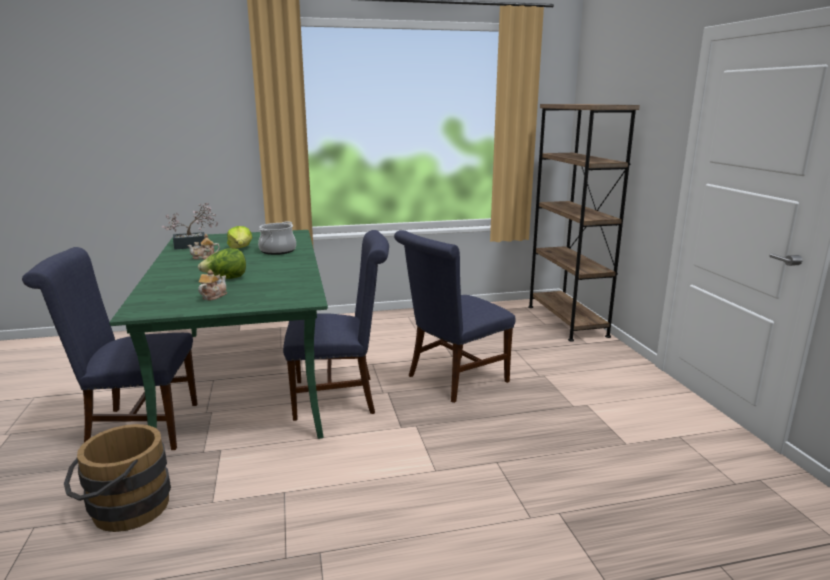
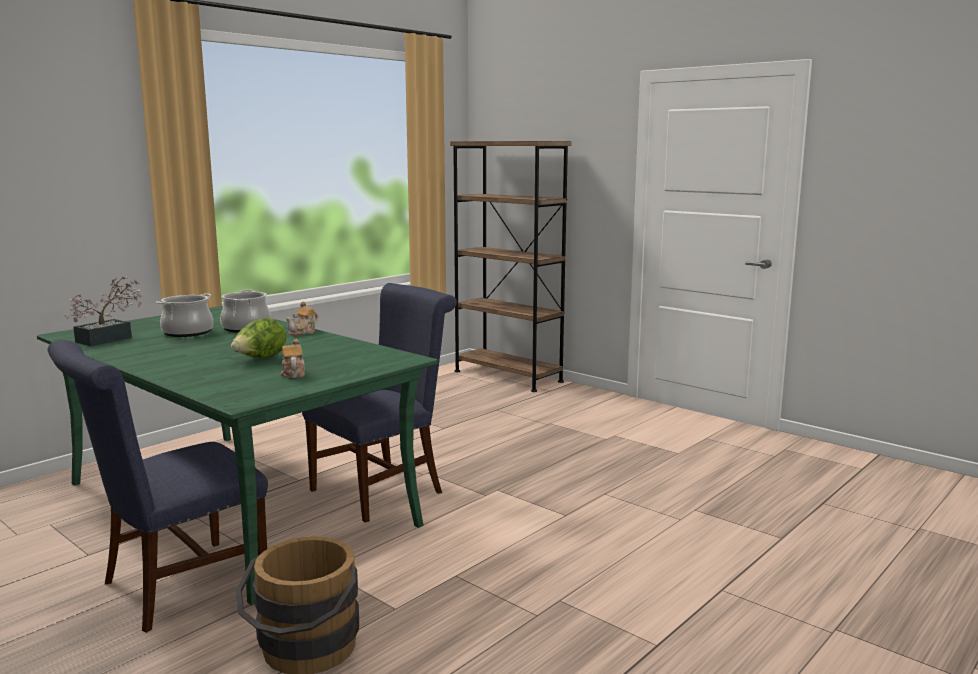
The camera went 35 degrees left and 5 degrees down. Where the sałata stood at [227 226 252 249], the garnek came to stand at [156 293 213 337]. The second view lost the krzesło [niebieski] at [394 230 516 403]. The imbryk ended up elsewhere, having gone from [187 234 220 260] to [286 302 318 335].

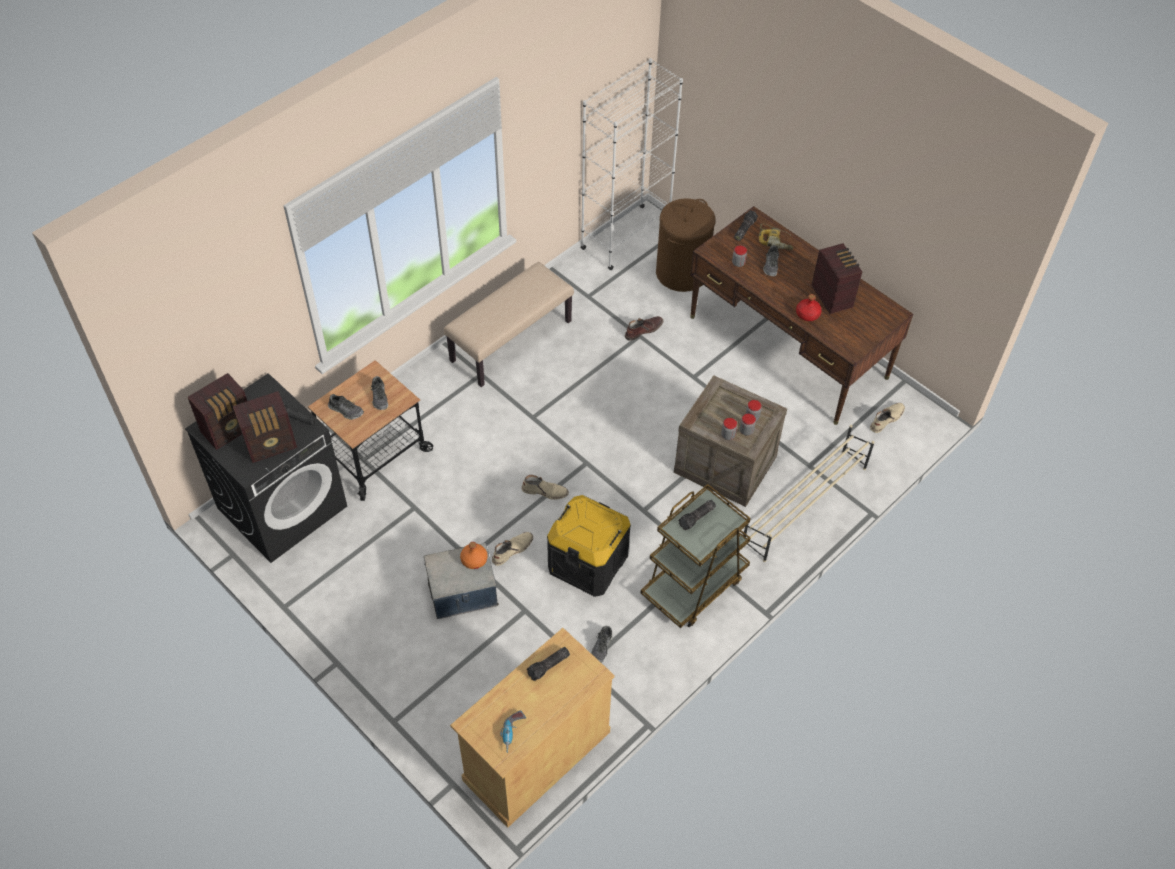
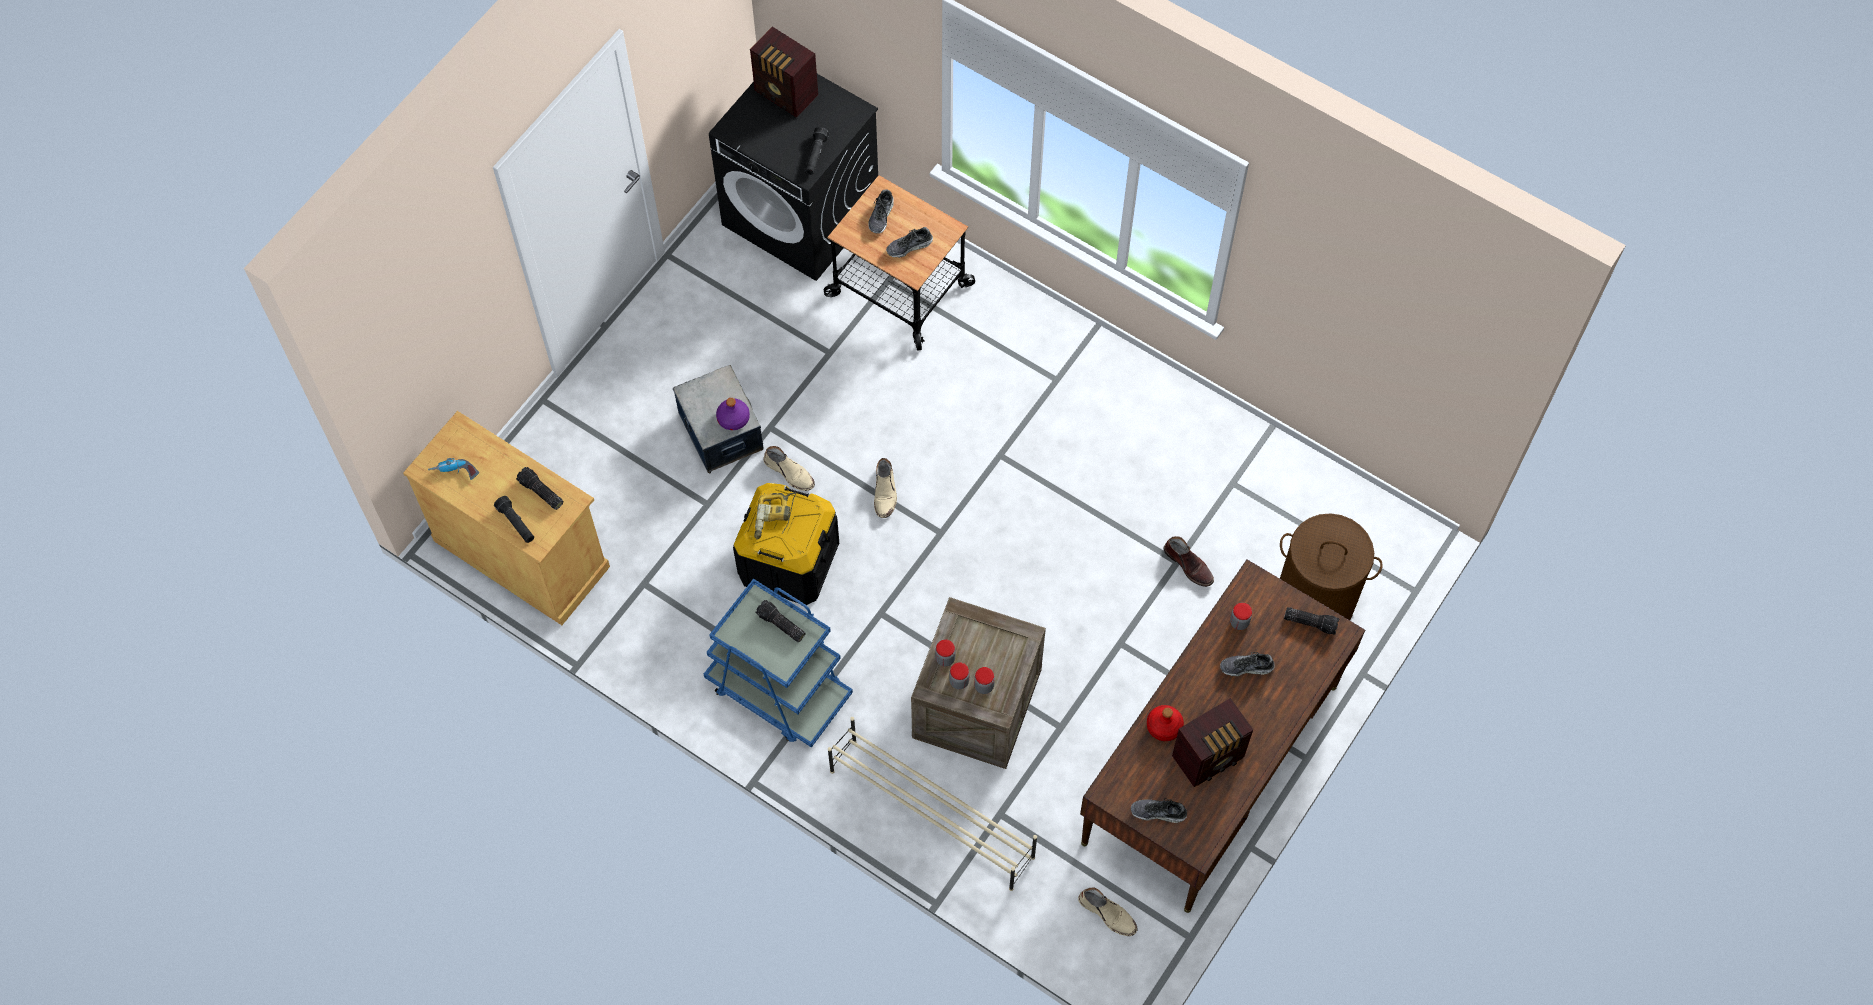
The camera went 80 degrees right and 10 degrees up. The second view lost the regał [biały] at [581 58 683 270]. The wiertarka ended up elsewhere, having gone from [759 223 793 250] to [754 492 796 539]. The second view lost the ławka [beżowy] at [444 262 574 387]. The second view lost the radio at [233 391 297 463]. What was the wózek [brązowy] at [641 484 751 628] turned into the wózek [niebieski] at [704 579 853 748]. What was the butelka [pomarańczowy] at [460 542 487 569] turned into the butelka [fioletowy] at [716 398 750 430]. The but ended up elsewhere, having gone from [592 626 612 663] to [1131 799 1187 823]. The second view gained the latarka [czarny] at [494 496 534 543].

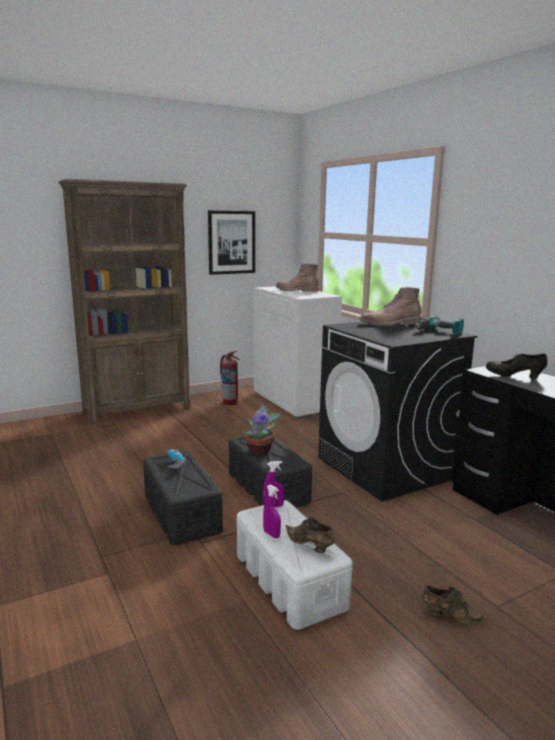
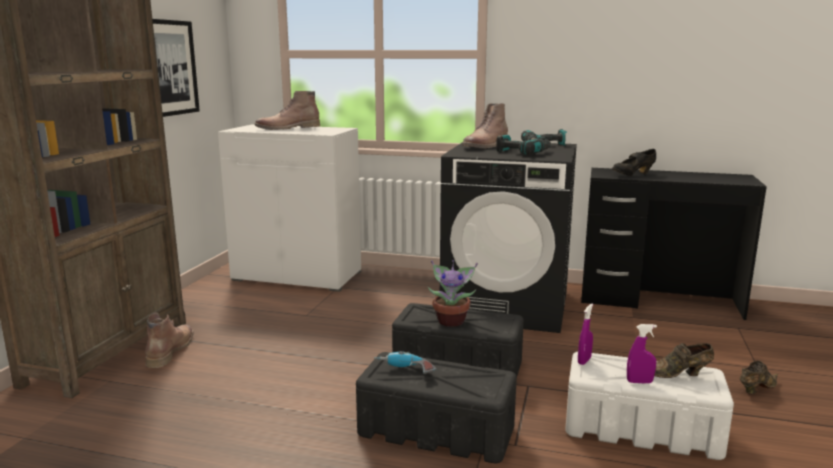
The camera went 45 degrees left and 0 degrees up. The second view lost the gaśnica at [220 351 240 406]. The second view gained the wiertarka at [496 135 551 155]. The second view gained the but z cholewką [brązowy] at [145 312 194 368].

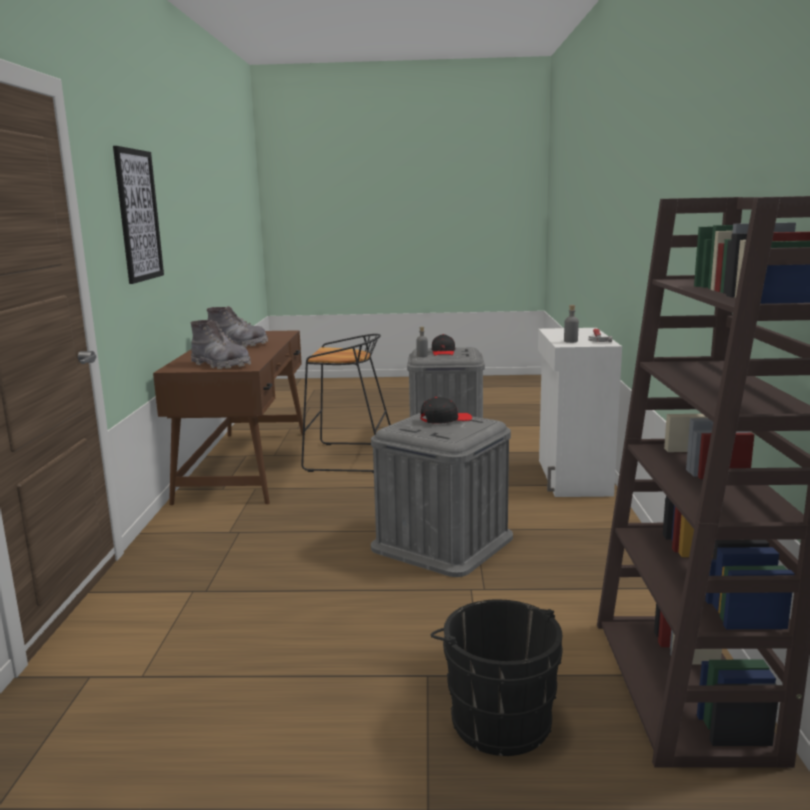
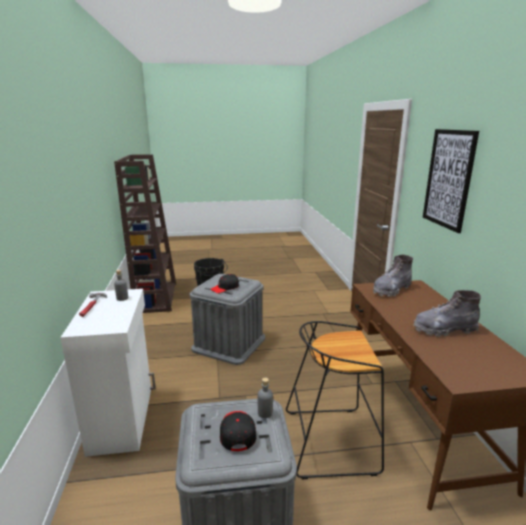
The camera went 170 degrees right and 5 degrees up. The but z cholewką [szary] at [191 320 251 369] ended up facing another way, 60 degrees counterclockwise from before.

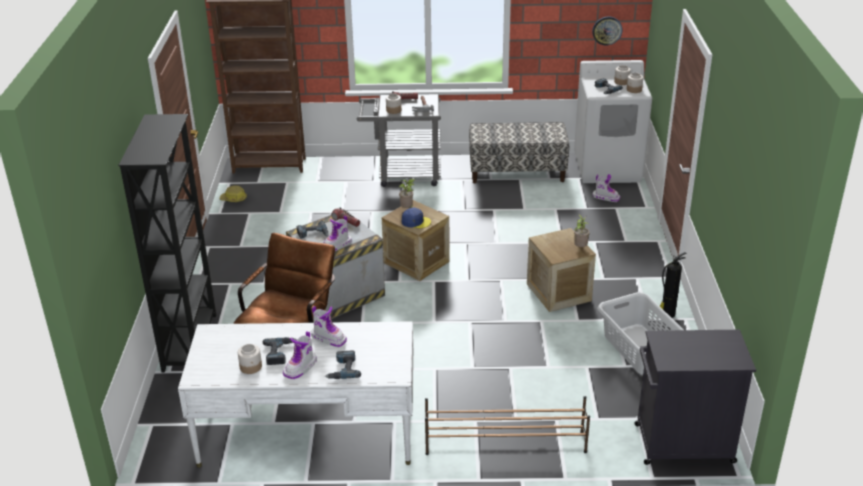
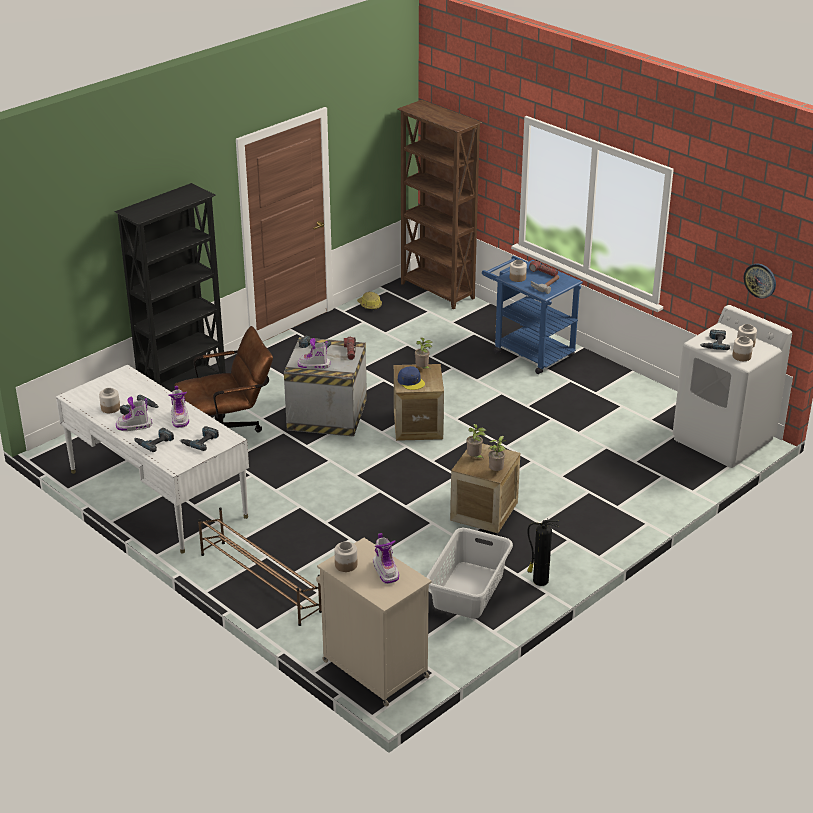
The camera went 45 degrees right and 0 degrees up. What was the wózek [szary] at [357 94 441 187] turned into the wózek [niebieski] at [482 256 583 374]. The second view lost the ławka at [469 122 569 183]. The but z cholewką ended up elsewhere, having gone from [593 174 620 202] to [373 533 399 584]. What was the szafka [czarny] at [635 330 756 465] turned into the szafka [beżowy] at [316 538 431 707]. The second view gained the roślina doniczkowa at [466 424 486 459]. The second view gained the wiertarka at [180 426 219 451]. The second view gained the słoik at [334 541 357 572].

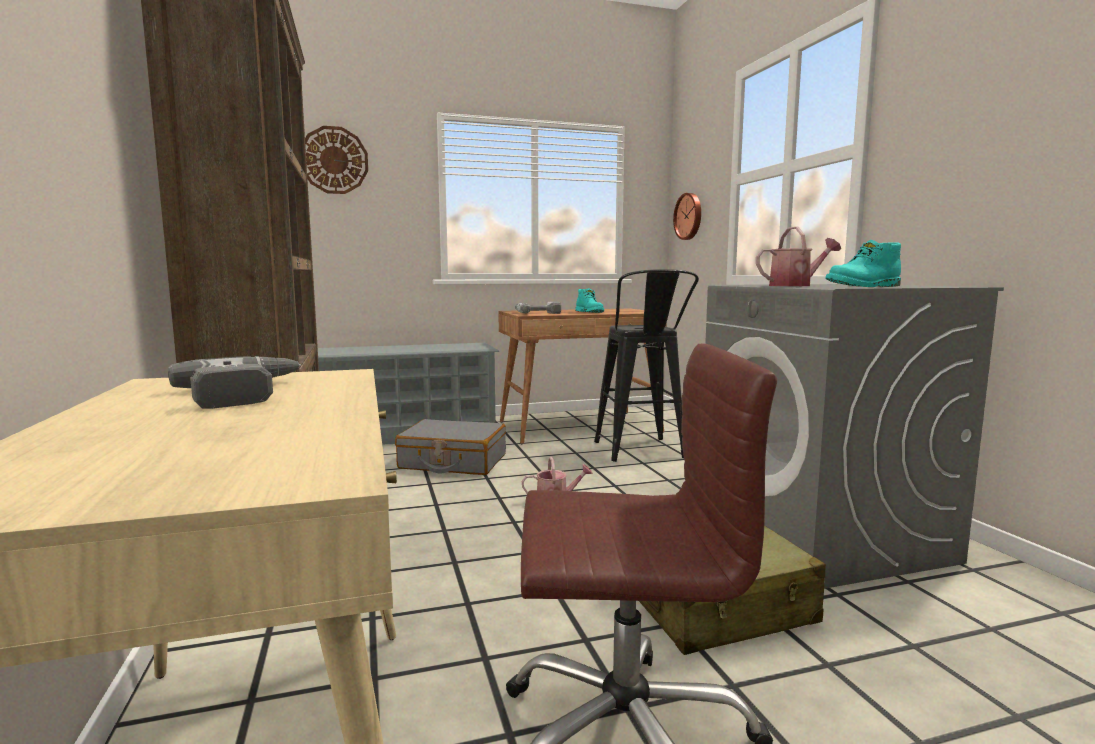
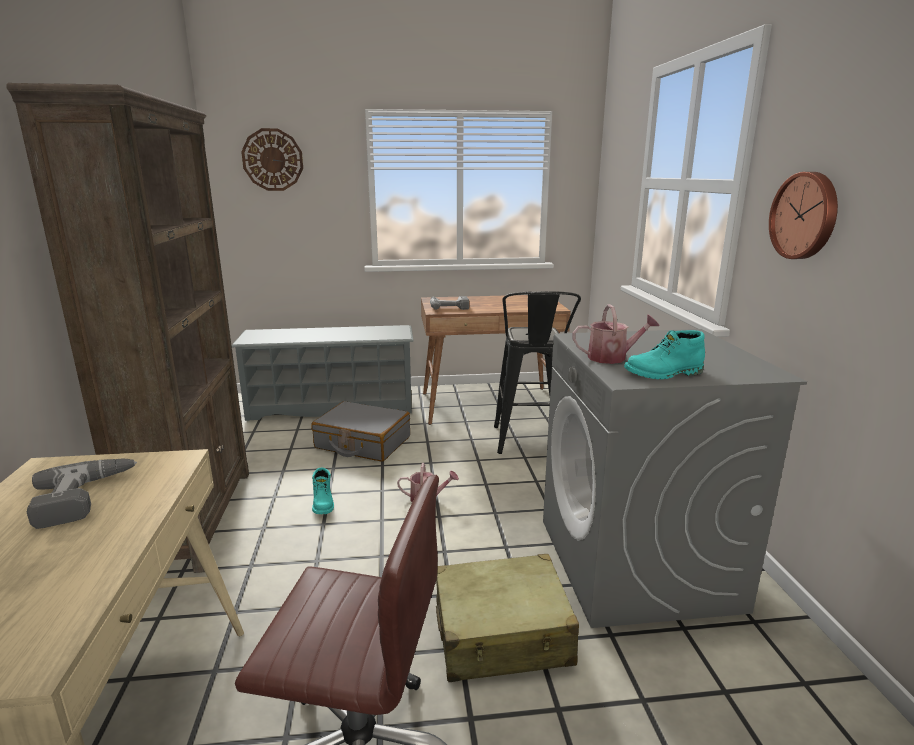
The camera went 10 degrees right and 10 degrees up. The zegar ścienny ended up elsewhere, having gone from [673 193 701 240] to [769 172 838 259]. The but z cholewką [turkusowy] ended up elsewhere, having gone from [575 288 604 313] to [312 468 334 514].

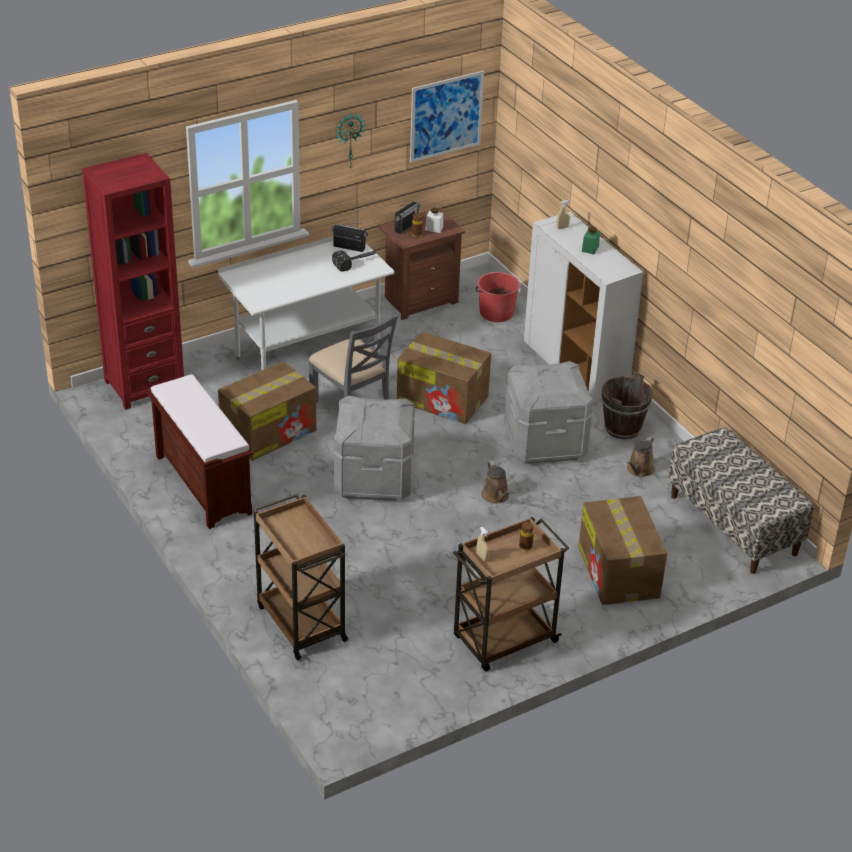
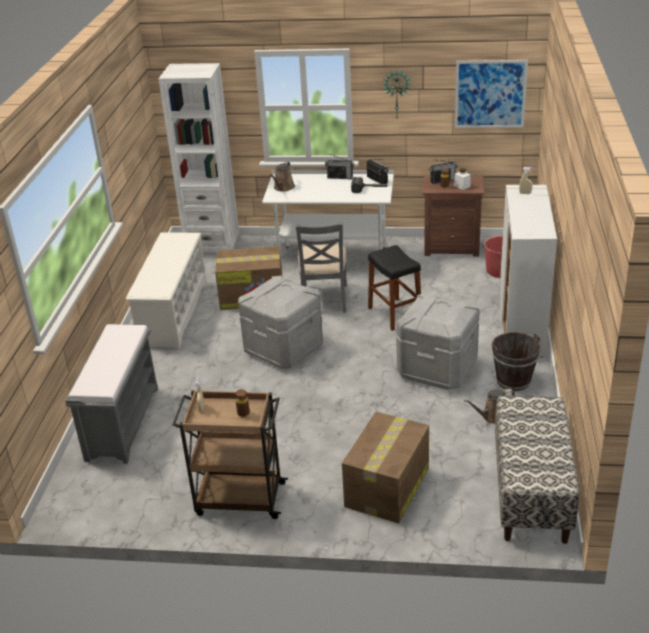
The camera went 40 degrees right and 5 degrees down. What was the regał [czerwony] at [82 153 184 410] turned into the regał [biały] at [159 63 240 252]. The second view lost the słoik [zielony] at [582 227 600 254]. Where the karton stood at [397 331 491 424], the stołek [czarny] came to stand at [368 245 421 331]. Where the ławka [brązowy] stood at [147 374 253 529], the regał na buty [biały] came to stand at [126 232 207 349]. The konewka [brązowy] ended up elsewhere, having gone from [481 461 511 504] to [270 162 295 192]. Where the wózek [brązowy] stood at [254 493 349 660], the ławka [szary] came to stand at [65 324 158 464]. The second view gained the radio at [325 154 354 179].

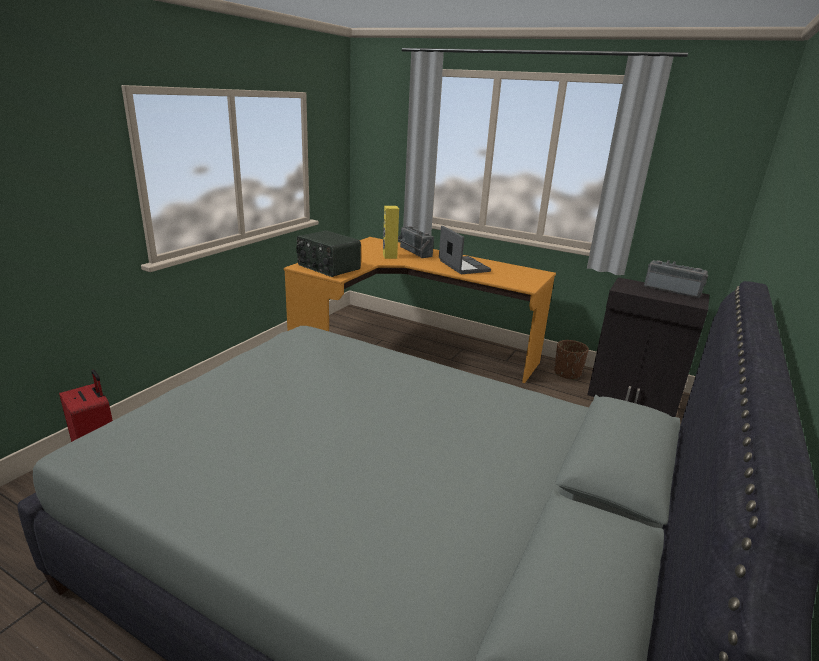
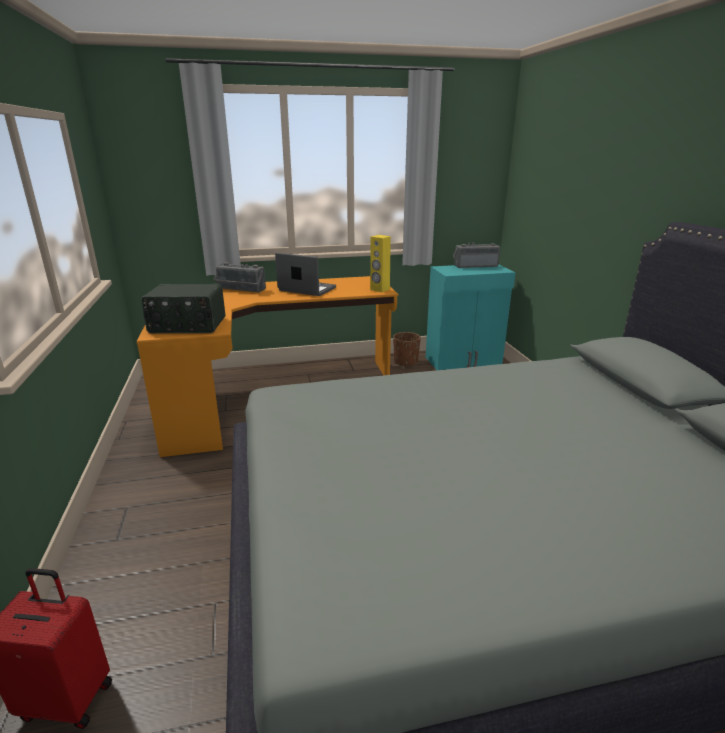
The camera went 40 degrees left and 0 degrees up. The głośnik [żółty] ended up elsewhere, having gone from [383 206 399 259] to [370 235 391 292]. What was the szafka [czarny] at [587 277 709 417] turned into the szafka [turkusowy] at [426 264 516 370].

